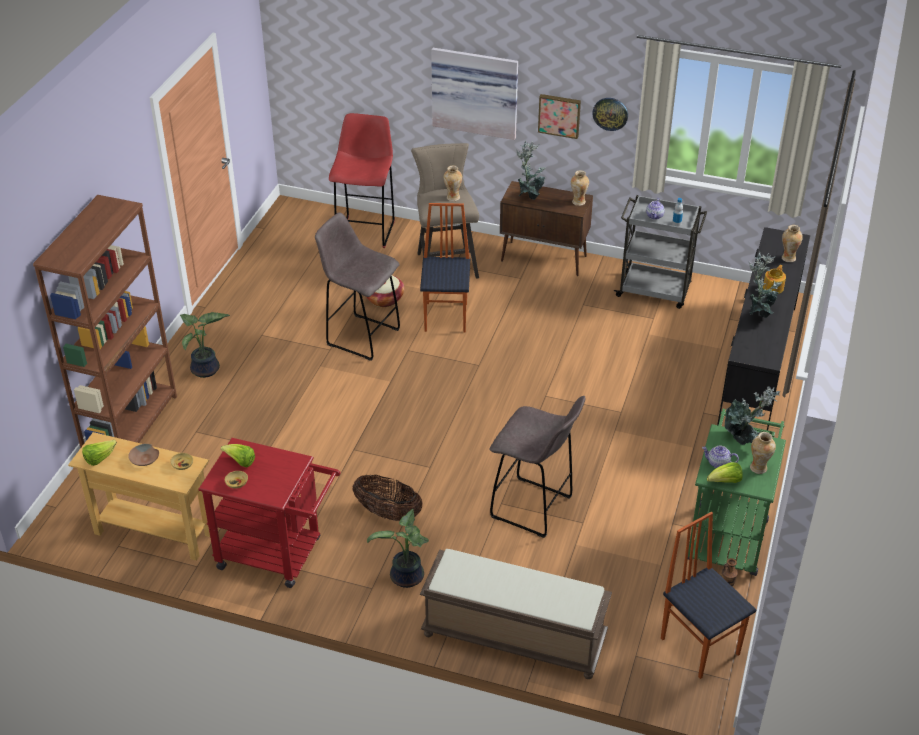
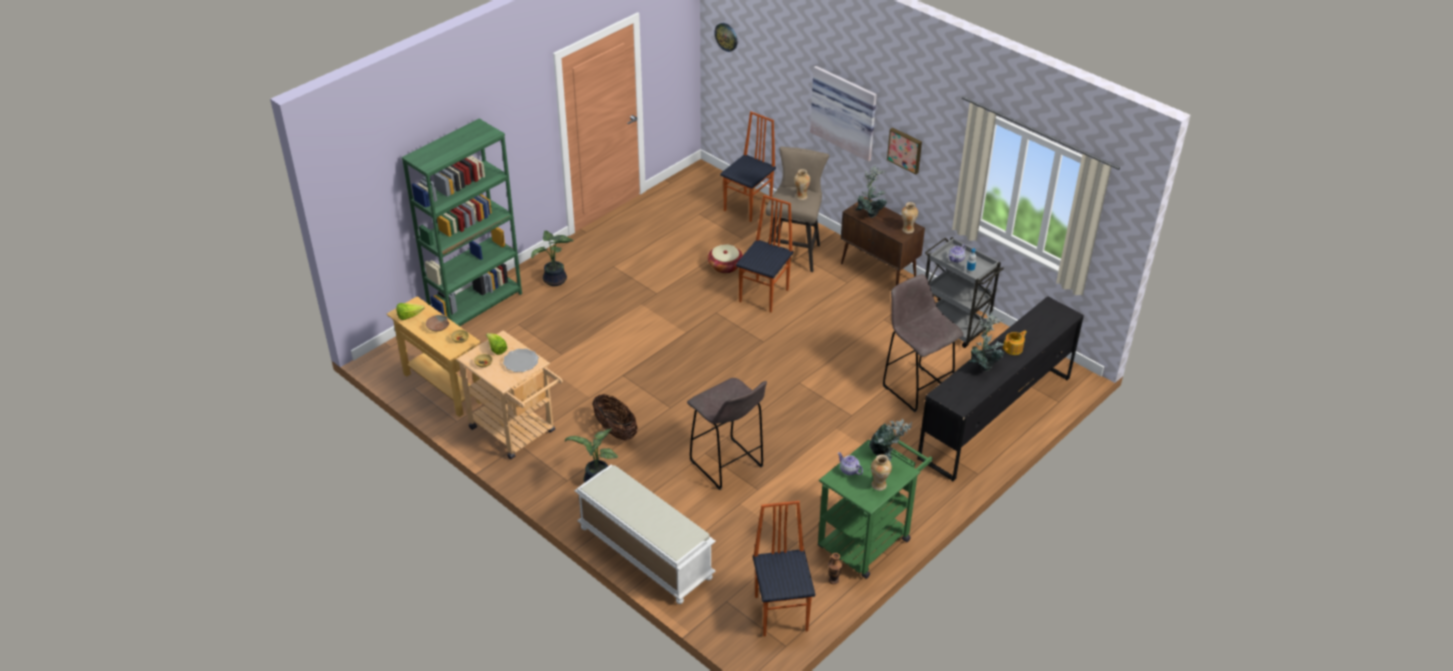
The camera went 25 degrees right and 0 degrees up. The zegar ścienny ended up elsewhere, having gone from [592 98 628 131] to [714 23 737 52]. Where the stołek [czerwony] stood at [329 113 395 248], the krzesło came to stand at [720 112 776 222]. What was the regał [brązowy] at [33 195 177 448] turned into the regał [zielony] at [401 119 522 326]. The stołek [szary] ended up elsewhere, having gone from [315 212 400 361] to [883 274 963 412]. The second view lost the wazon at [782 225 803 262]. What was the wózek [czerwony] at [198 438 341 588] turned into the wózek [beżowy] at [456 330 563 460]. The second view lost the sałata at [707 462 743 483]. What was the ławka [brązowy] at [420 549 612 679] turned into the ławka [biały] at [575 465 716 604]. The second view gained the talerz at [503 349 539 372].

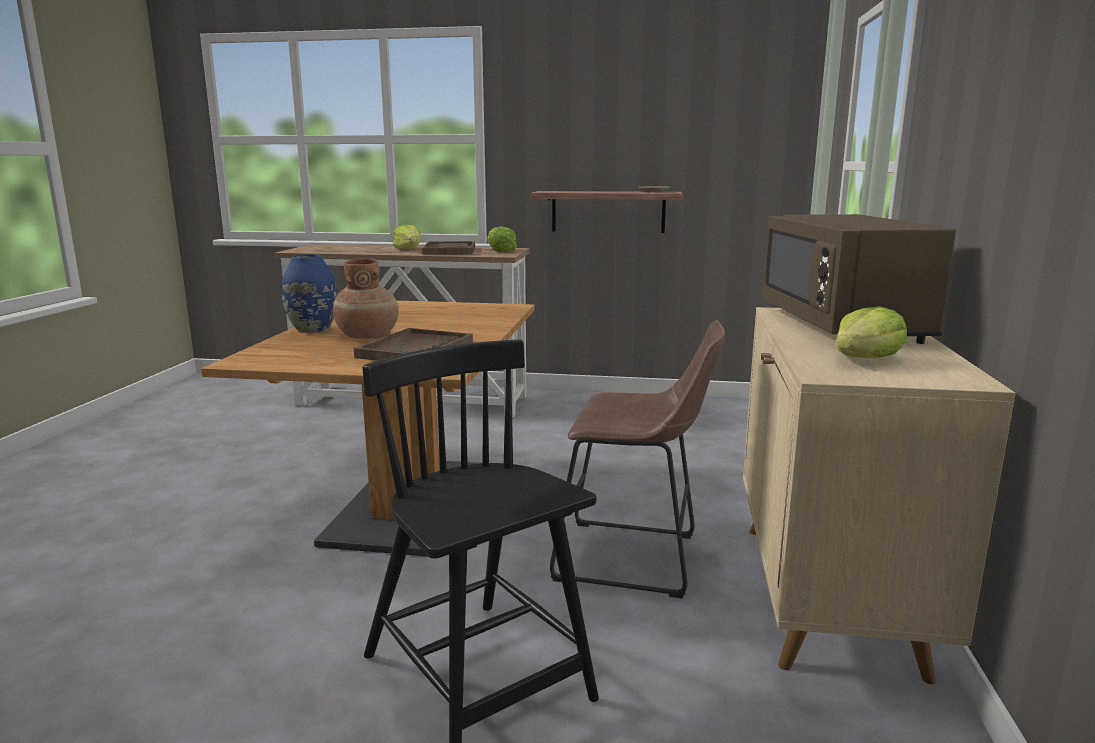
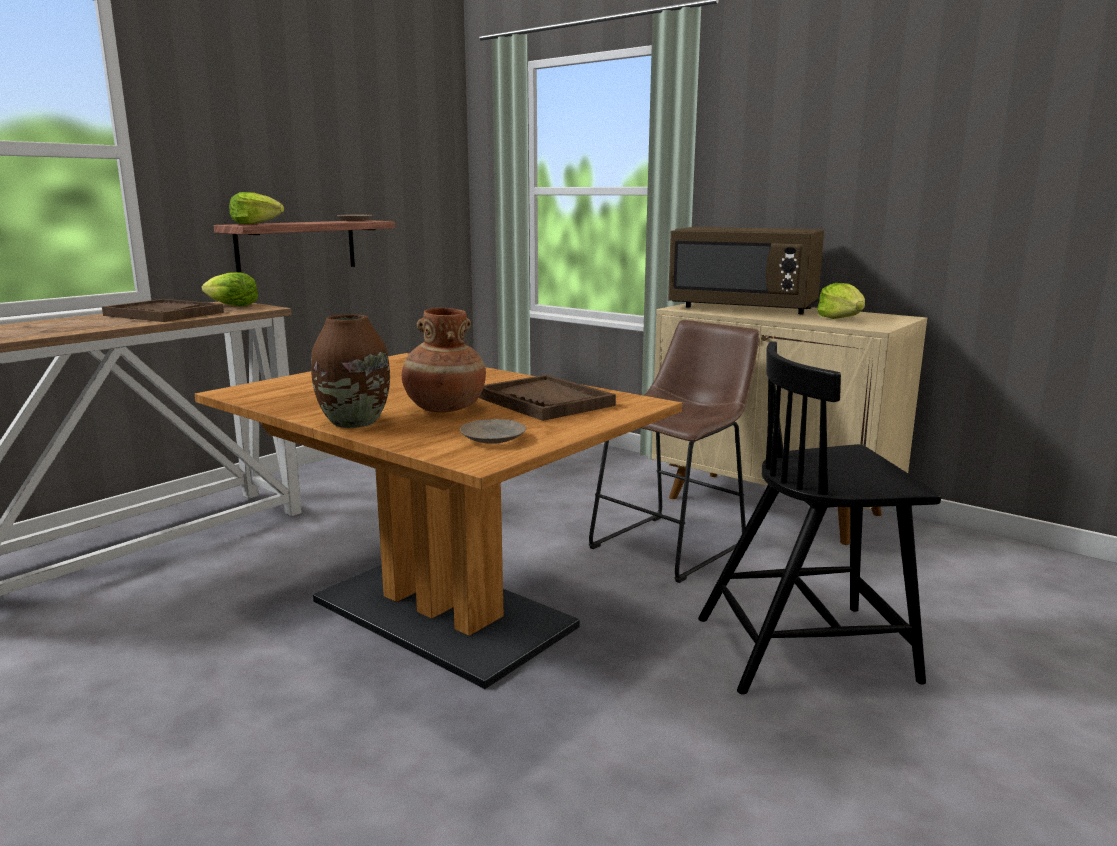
The camera went 60 degrees left and 0 degrees up. The sałata ended up elsewhere, having gone from [392 224 422 250] to [229 192 284 224]. What was the wazon [niebieski] at [282 254 338 333] turned into the wazon [brązowy] at [311 314 390 428]. The second view gained the talerz [beżowy] at [460 419 526 444].

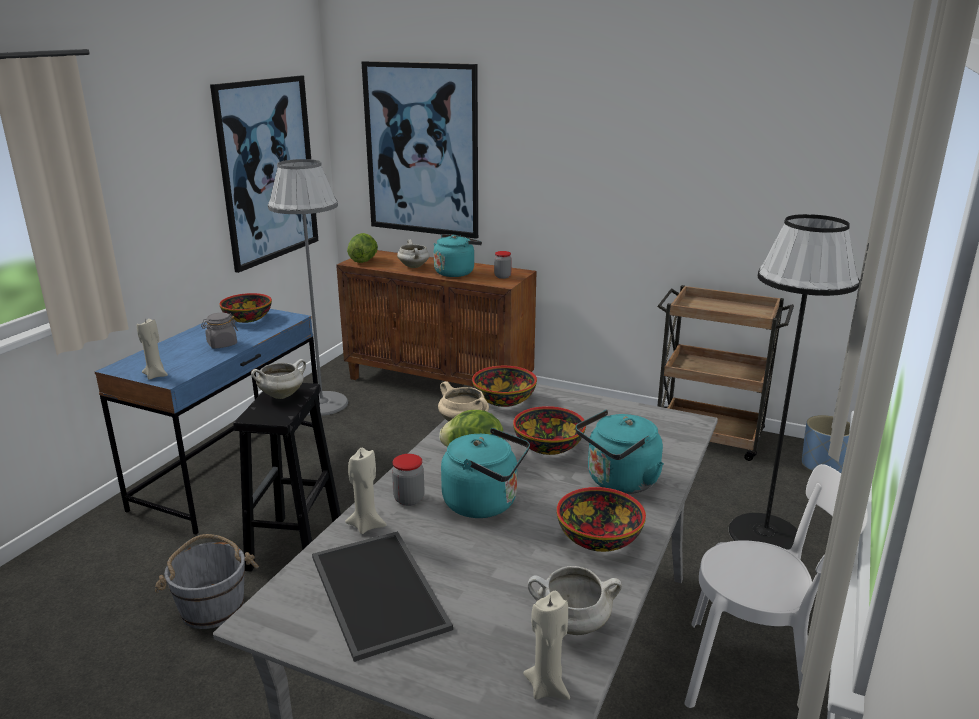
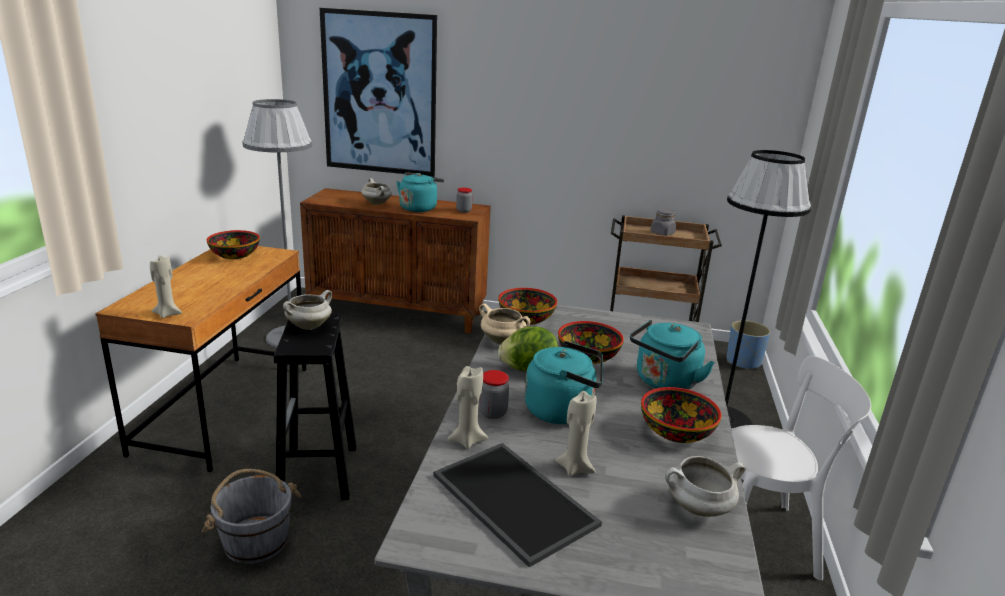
The camera went 15 degrees left and 0 degrees up. The second view lost the obraz at [210 76 318 273]. The second view lost the sałata at [347 233 378 263]. What was the biurko [niebieski] at [95 309 320 535] turned into the biurko [brązowy] at [95 246 306 472]. The słoik [szary] ended up elsewhere, having gone from [201 313 238 349] to [651 209 676 236]. The świeca [beżowy] ended up elsewhere, having gone from [523 591 570 700] to [555 391 596 476].

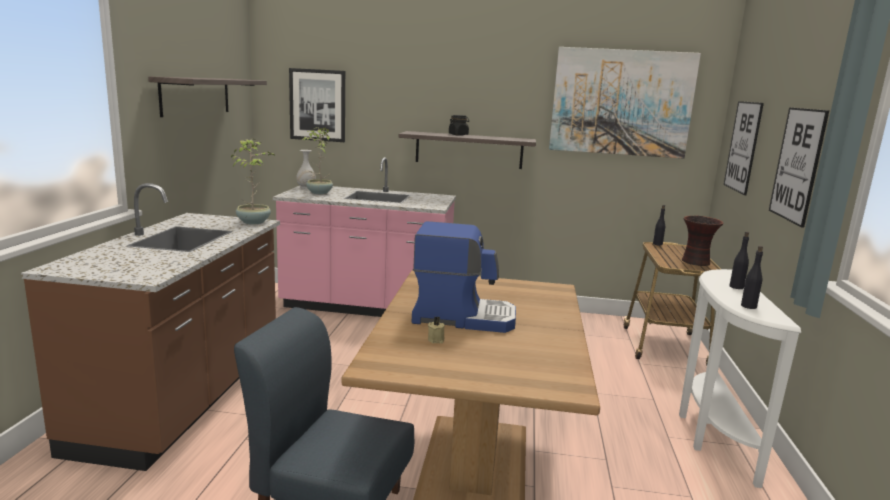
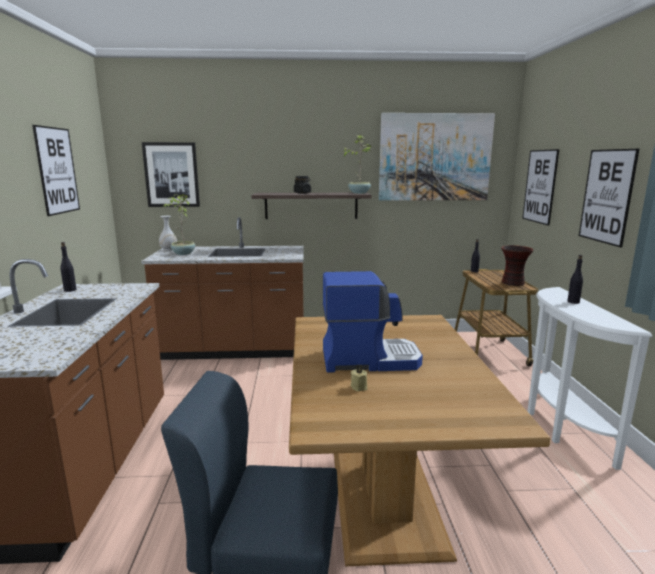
The camera went 10 degrees left and 0 degrees up. Where the półka hung at [148 76 267 117], the obraz came to hang at [32 125 80 216]. The roślina doniczkowa ended up elsewhere, having gone from [231 138 274 225] to [342 135 371 194]. What was the zabudowa kuchenna [różowy] at [273 157 456 317] turned into the zabudowa kuchenna [brązowy] at [141 217 304 360]. The butelka [czarny] ended up elsewhere, having gone from [741 246 763 309] to [60 242 77 292].

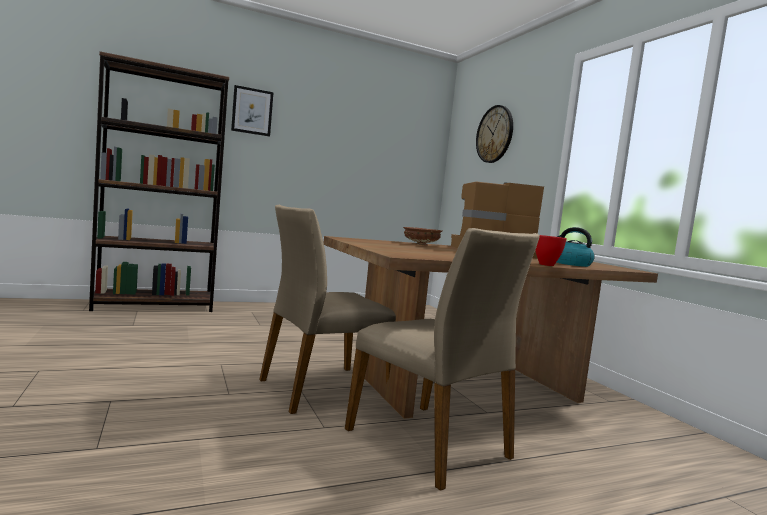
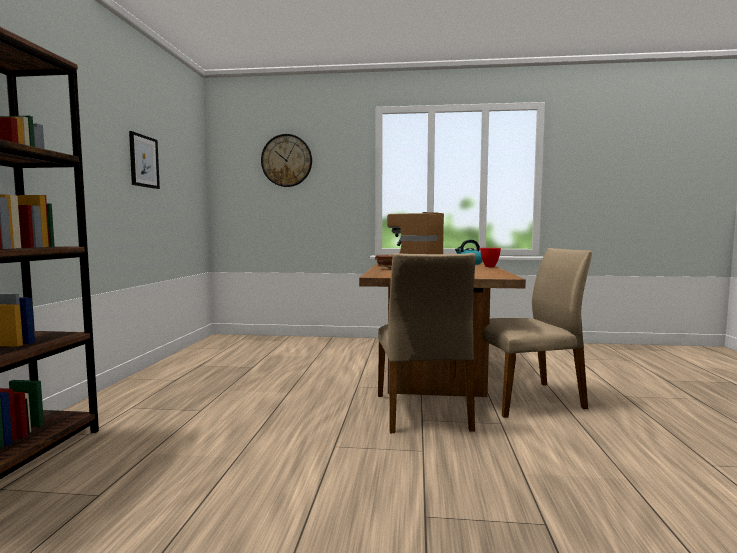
The camera went 60 degrees left and 0 degrees up. The obraz ended up elsewhere, having gone from [231 85 274 136] to [129 131 160 189].

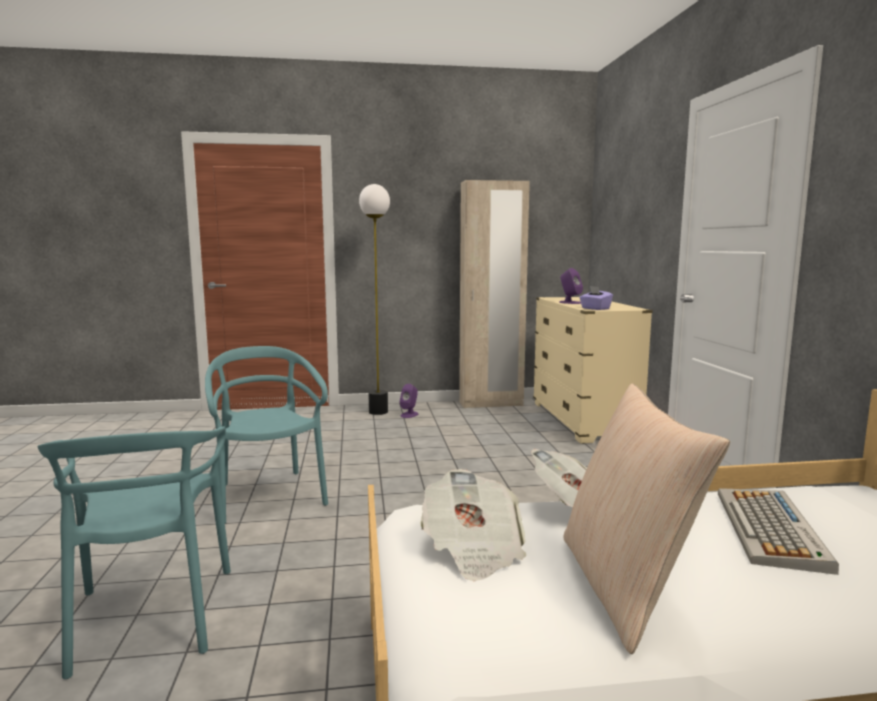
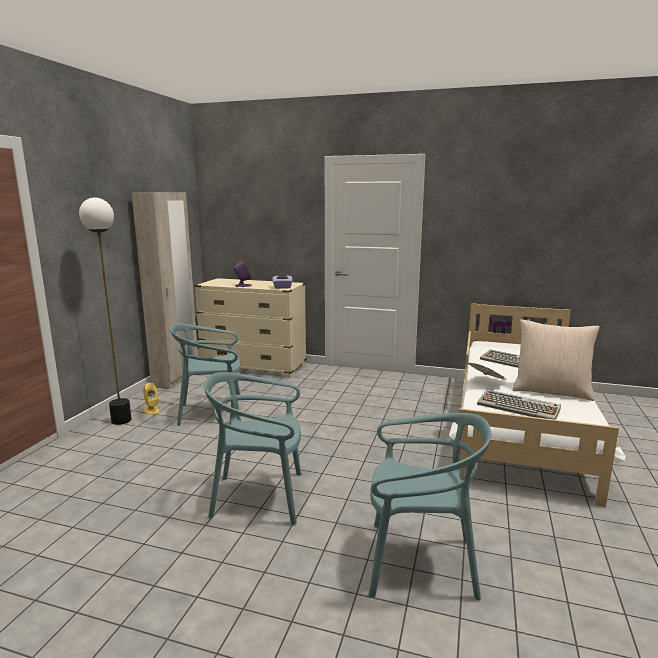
The camera went 65 degrees left and 5 degrees up. What was the głośnik [fioletowy] at [400 384 418 418] turned into the głośnik [żółty] at [143 383 160 415]. Where the gazeta stood at [420 469 526 581], the klawiatura came to stand at [477 389 561 420]. The second view gained the krzesło [turkusowy] at [170 324 241 426].

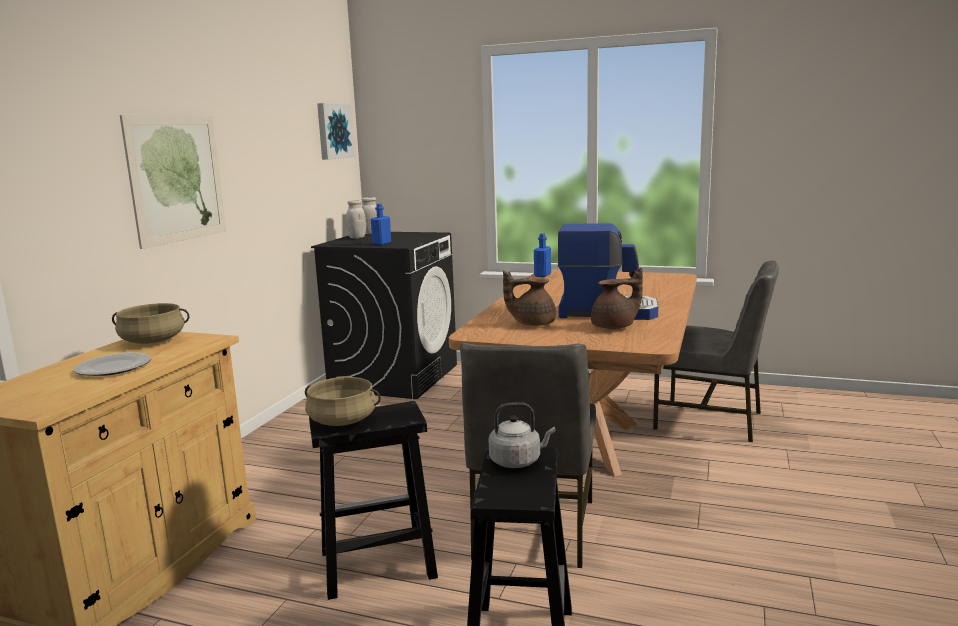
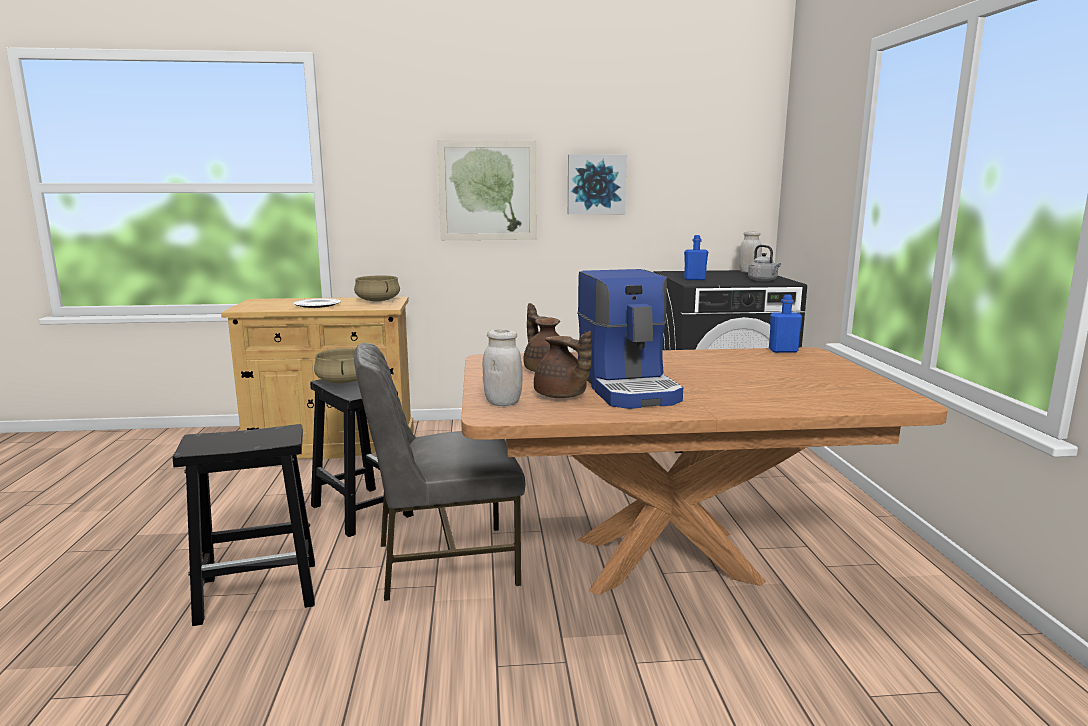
The camera went 65 degrees right and 0 degrees up. The obraz ended up elsewhere, having gone from [317 103 354 160] to [568 154 627 214]. The słoik [biały] ended up elsewhere, having gone from [346 200 366 238] to [483 329 522 406]. The second view lost the krzesło [szary] at [653 261 779 442]. The czajnik [szary] ended up elsewhere, having gone from [489 402 555 468] to [748 245 781 282].

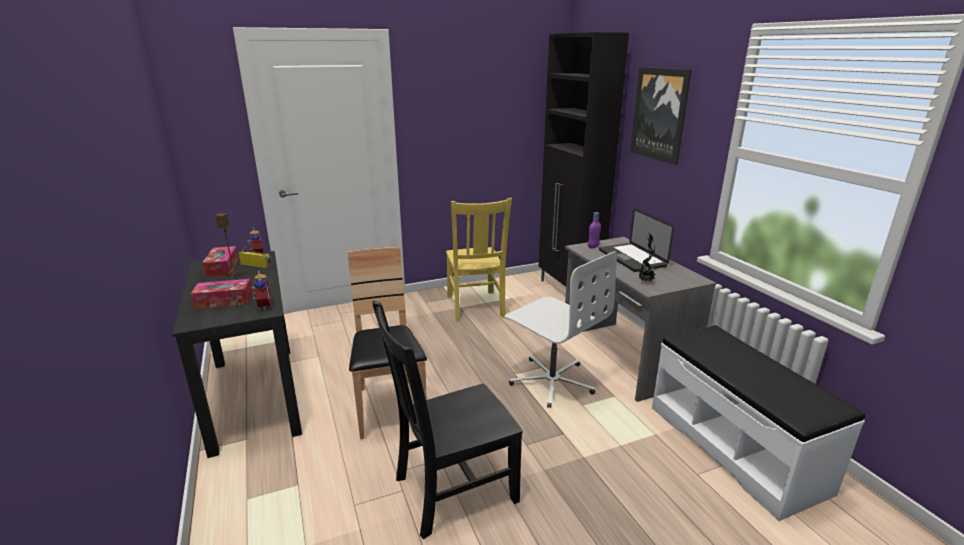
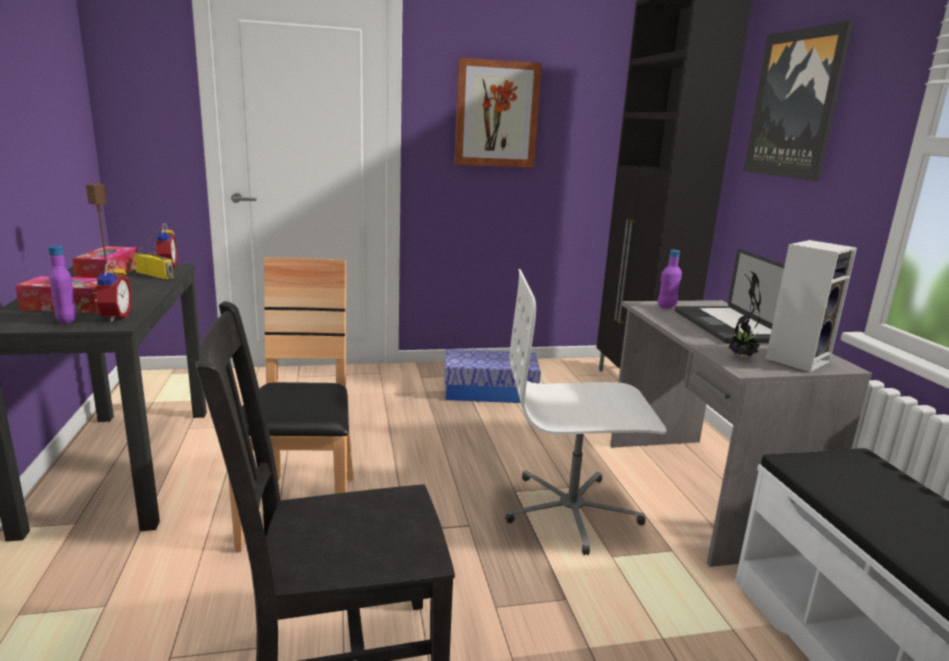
The camera went 10 degrees right and 5 degrees down. Where the krzesło [żółty] stood at [446 198 512 322], the pojemnik do przechowywania came to stand at [444 349 541 403]. The krzesło biurowe [biały] at [505 251 617 408] ended up facing another way, 120 degrees clockwise from before. The second view gained the obraz at [455 57 542 168]. The second view gained the głośnik at [766 240 857 372]. The second view gained the butelka [fioletowy] at [48 245 77 324].

